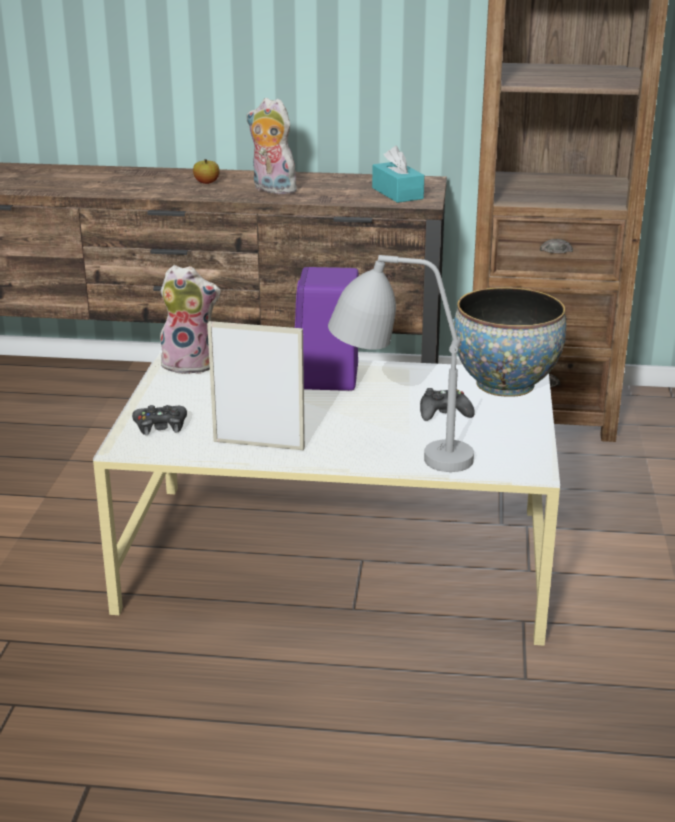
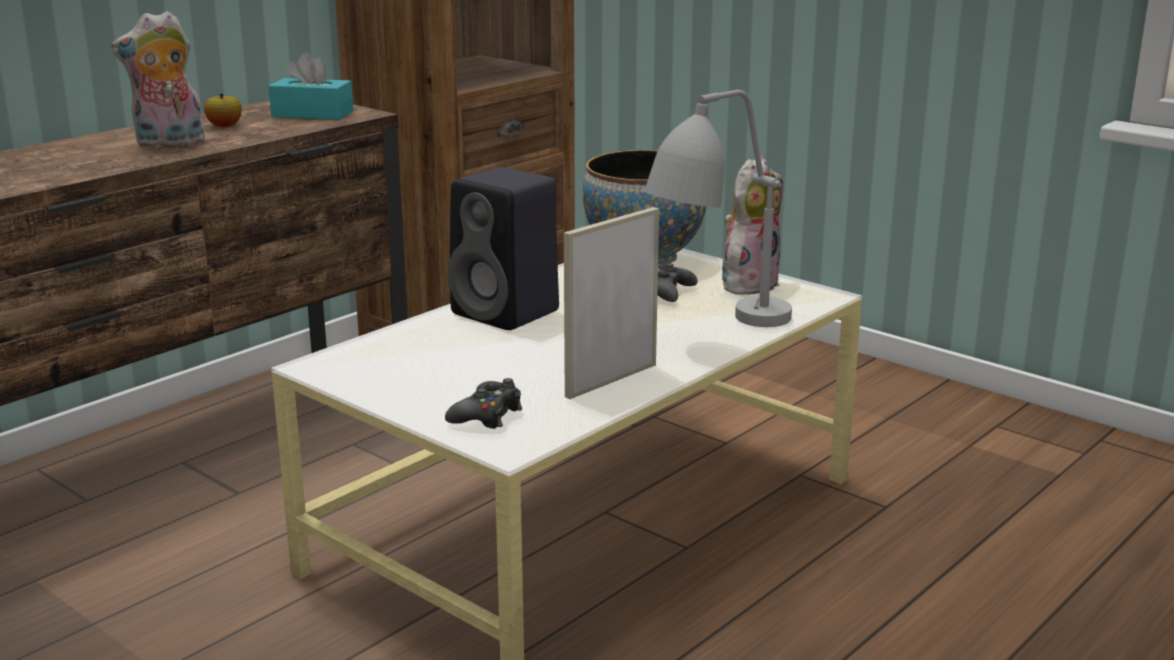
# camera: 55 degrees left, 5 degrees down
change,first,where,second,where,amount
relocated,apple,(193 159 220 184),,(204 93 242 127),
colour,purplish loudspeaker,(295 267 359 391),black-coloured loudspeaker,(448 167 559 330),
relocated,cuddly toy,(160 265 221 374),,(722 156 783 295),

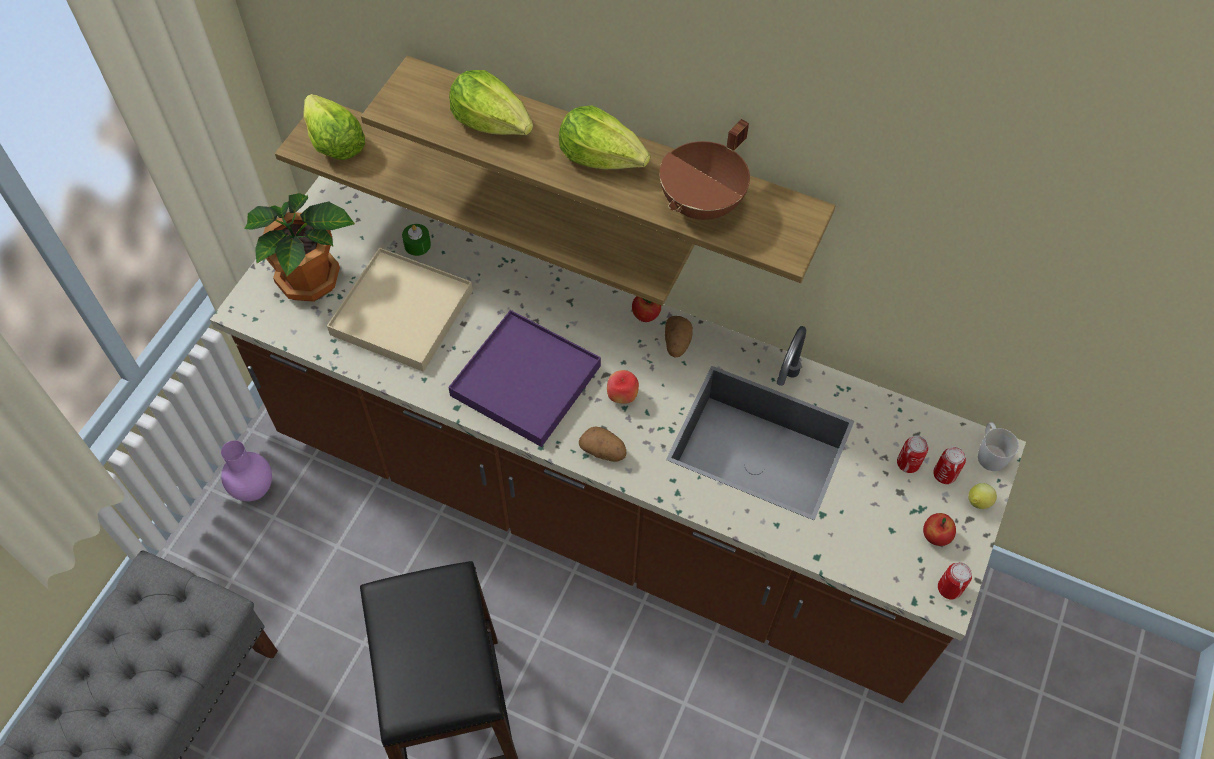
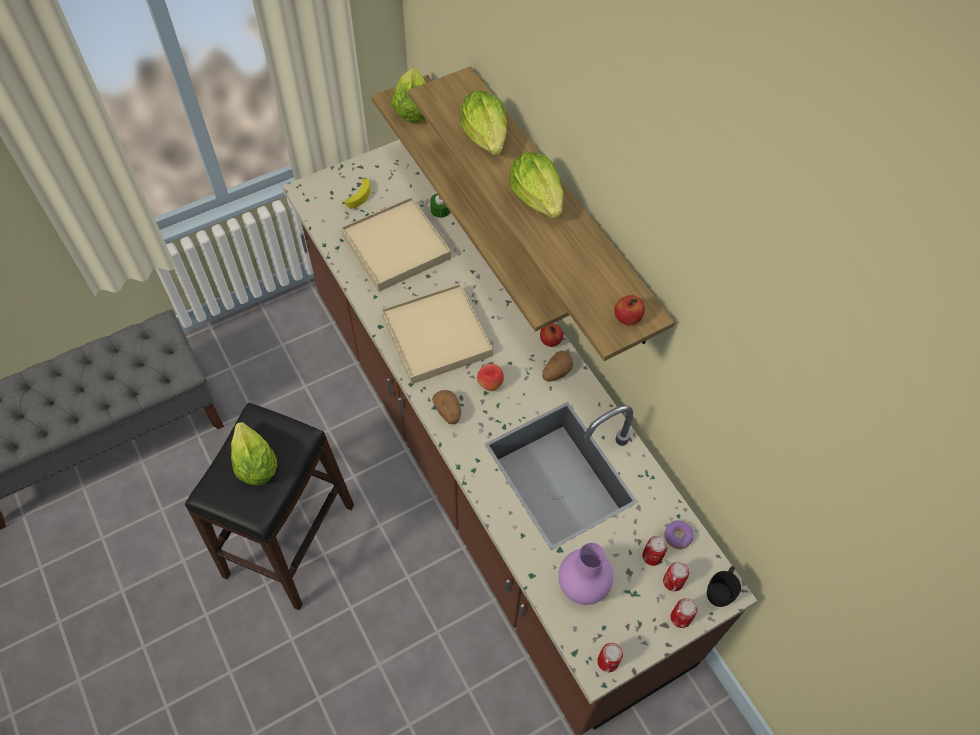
# camera: 35 degrees right, 0 degrees up
change,first,where,second,where,amount
appeared,,,lettuce,(231 422 277 485),
exchanged,houseplant,(244 193 355 302),whole banana,(342 177 370 209),
colour,purplish carrying tray,(448 310 601 447),beige-coloured carrying tray,(381 284 493 384),
relocated,purplish flower vase,(221 440 272 501),,(558 543 613 605),
relocated,apple,(923 513 956 546),,(614 295 645 325),
appeared,,,ring doughnut,(664 521 694 549),
exchanged,lemon,(968 483 997 509),sealed can,(671 598 697 628),
colour,whitish coffee mug,(978 423 1019 471),black-coloured coffee mug,(707 566 741 607),
missing,brown-coloured cooking pot,(659 119 750 220),,,

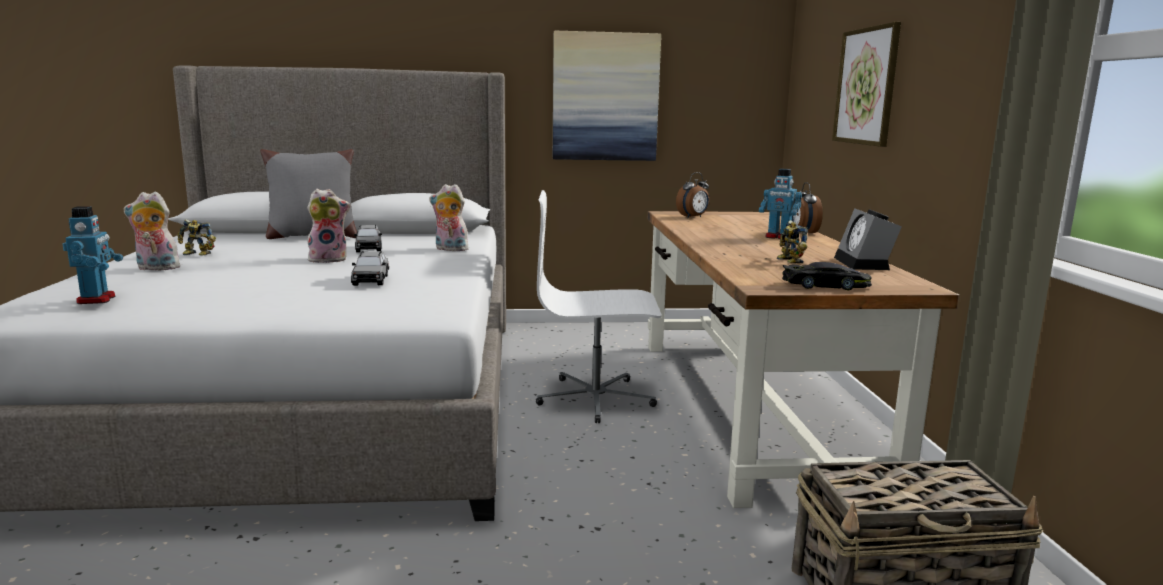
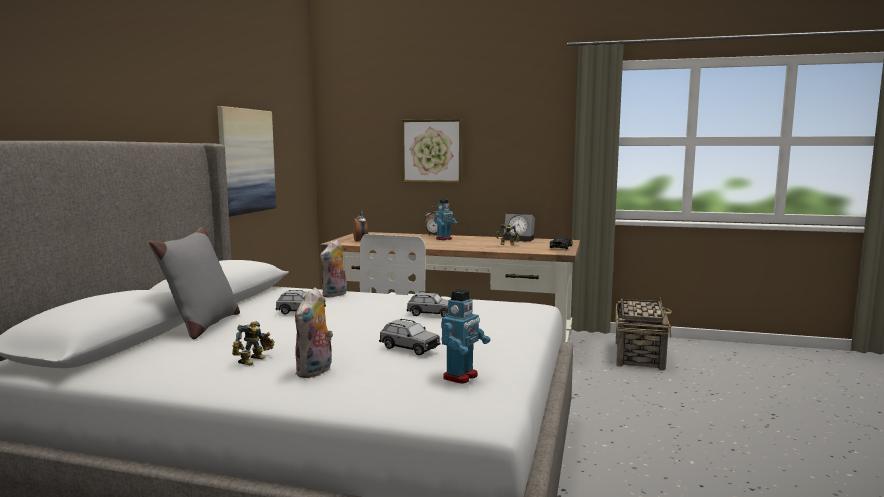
# camera: 70 degrees left, 5 degrees down
change,first,where,second,where,amount
appeared,,,greyish model car,(379 319 441 355),
spun,toy robot,(62 206 123 304),,(441 289 490 384),120 degrees clockwise
missing,cuddly toy,(307 189 351 263),,,

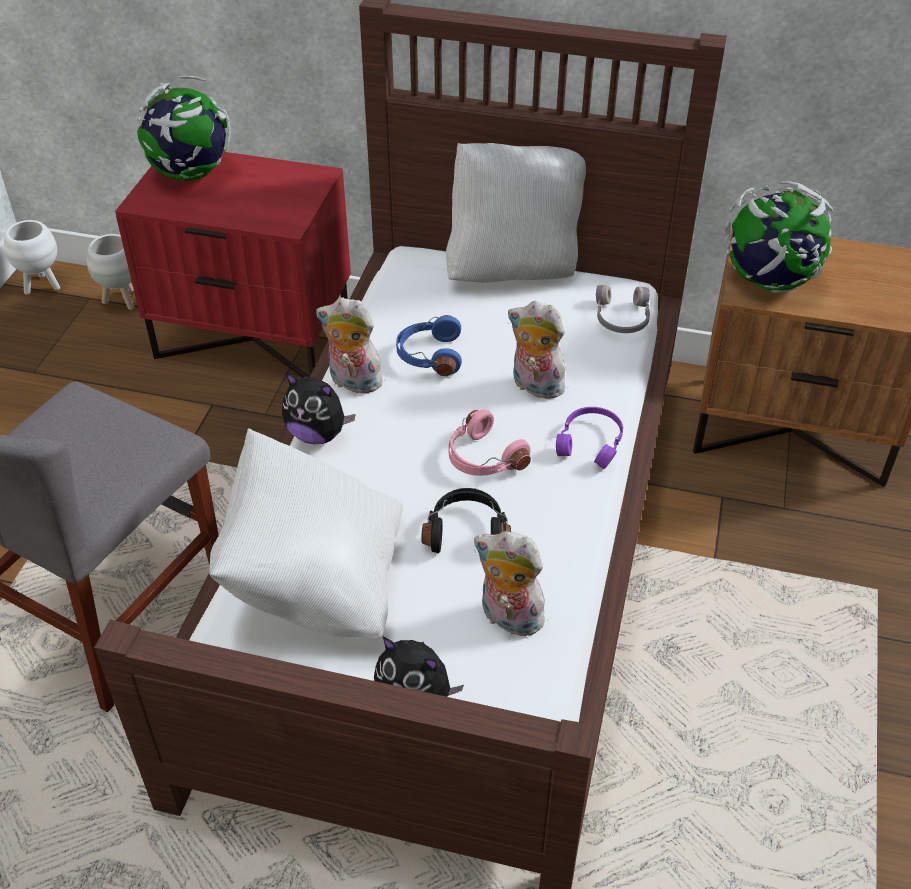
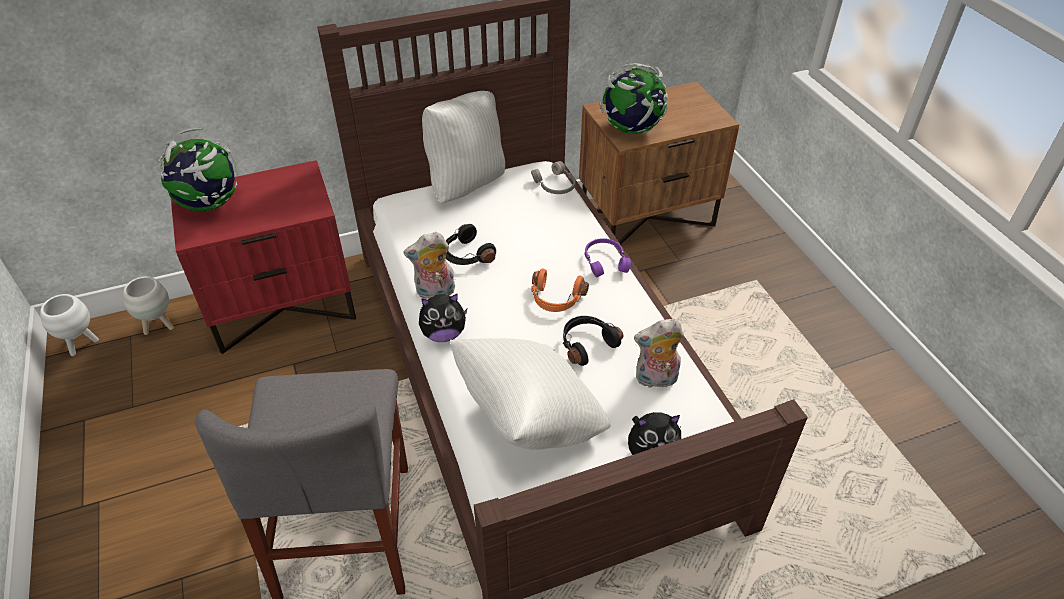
# camera: 35 degrees left, 0 degrees up
change,first,where,second,where,amount
colour,blue headphones,(396 315 462 376),black-coloured headphones,(446 224 496 265),
colour,pink headphones,(449 409 531 476),orange headphones,(531 268 589 312),
missing,cuddly toy,(508 301 565 399),,,

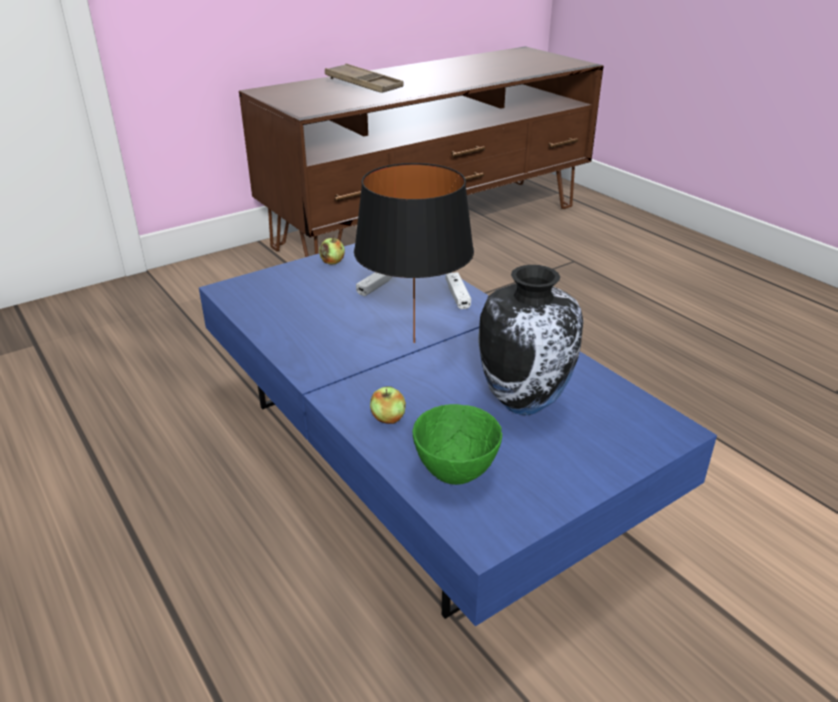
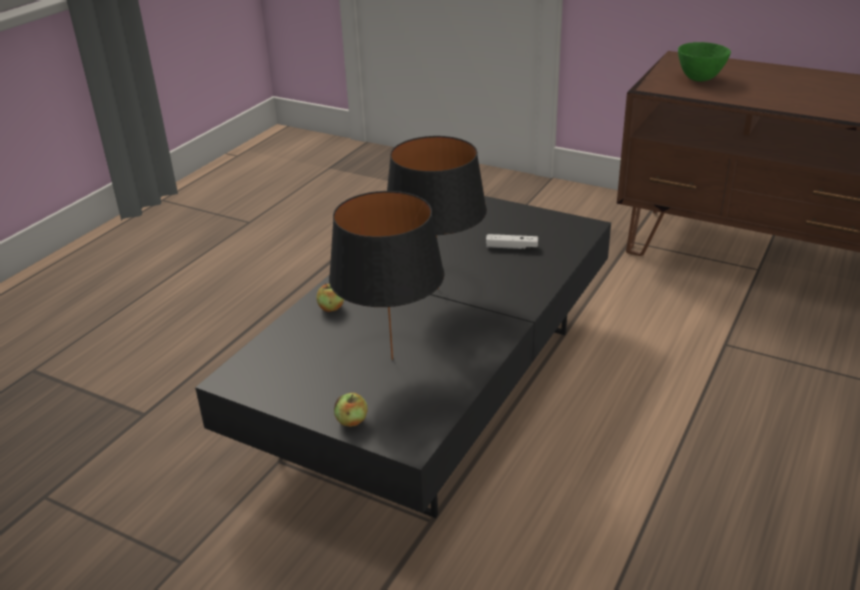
# camera: 65 degrees right, 0 degrees up
change,first,where,second,where,amount
colour,blue low table,(199 243 717 626),black-coloured low table,(195 196 611 518),
exchanged,flower vase,(478 265 583 415),black-coloured table lamp,(329 191 445 360),
relocated,apple,(319 236 345 265),,(334 393 368 427),
relocated,greenish deep dish,(412 404 502 485),,(678 42 731 82),
missing,brown-coloured carrying tray,(325 63 403 93),,,
missing,whitish joypad,(445 272 471 309),,,

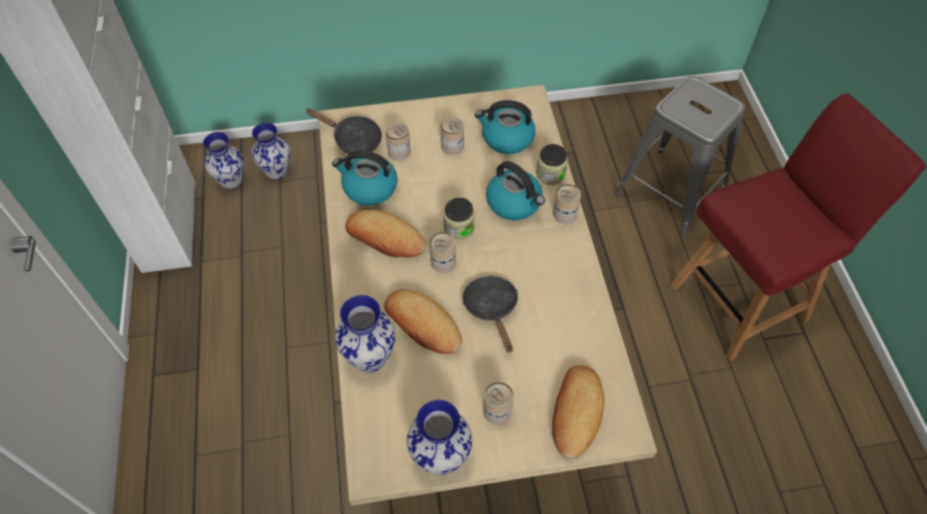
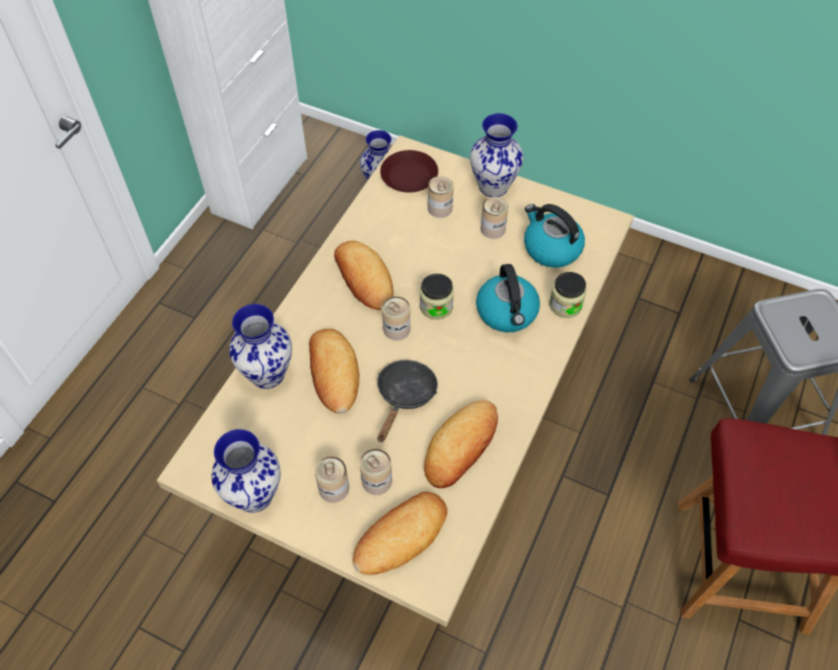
# camera: 35 degrees right, 0 degrees up
change,first,where,second,where,amount
relocated,sealed can,(553 184 581 224),,(360 449 392 495),
exchanged,black-coloured pan,(306 108 382 154),brown-coloured dinner plate,(380 150 438 192),
appeared,,,bread,(424 400 498 488),
relocated,flower vase,(203 132 244 189),,(470 113 523 197),
missing,kettle,(332 150 398 206),,,

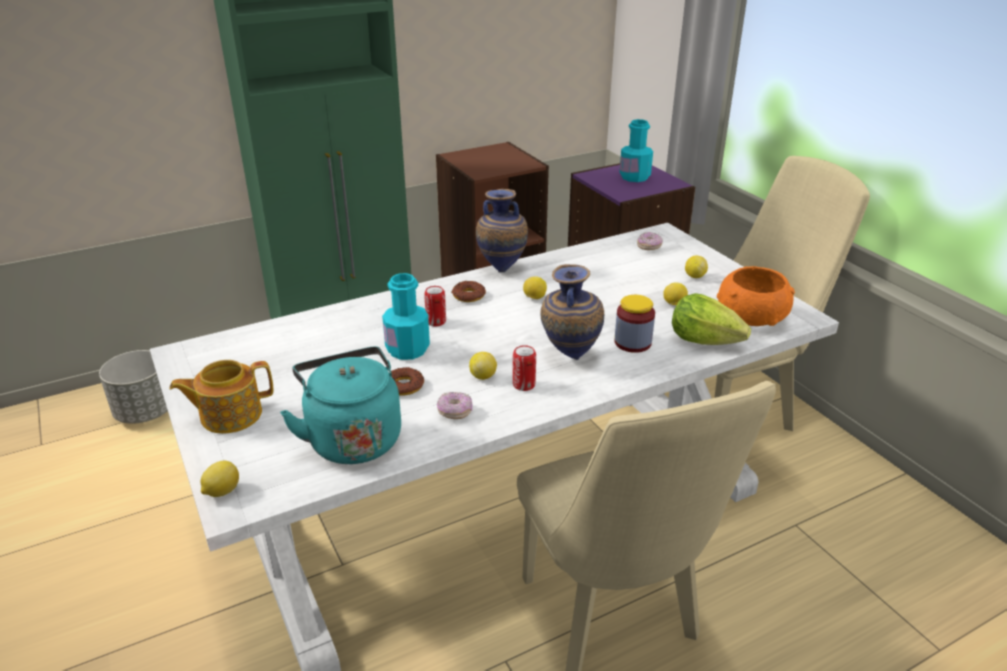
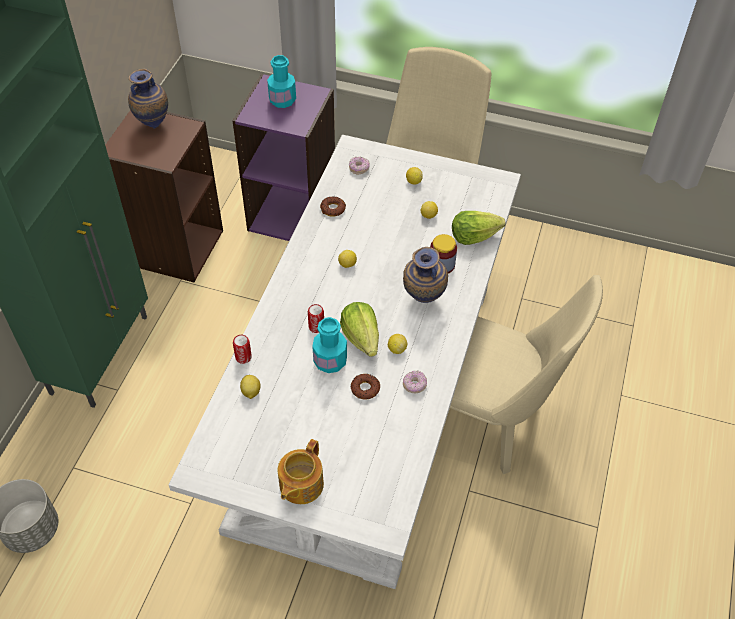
# camera: 45 degrees left, 20 degrees up
change,first,where,second,where,amount
relocated,flower vase,(476 189 528 272),,(128 69 168 129),
relocated,sealed can,(513 345 536 391),,(233 335 252 364),
relocated,lemon,(201 461 239 497),,(240 375 261 399),
relocated,ring doughnut,(451 281 486 302),,(320 196 346 217),
appeared,,,lettuce,(340 302 379 357),
missing,blue-green kettle,(280 347 401 464),,,
missing,orange deep dish,(717 266 795 326),,,

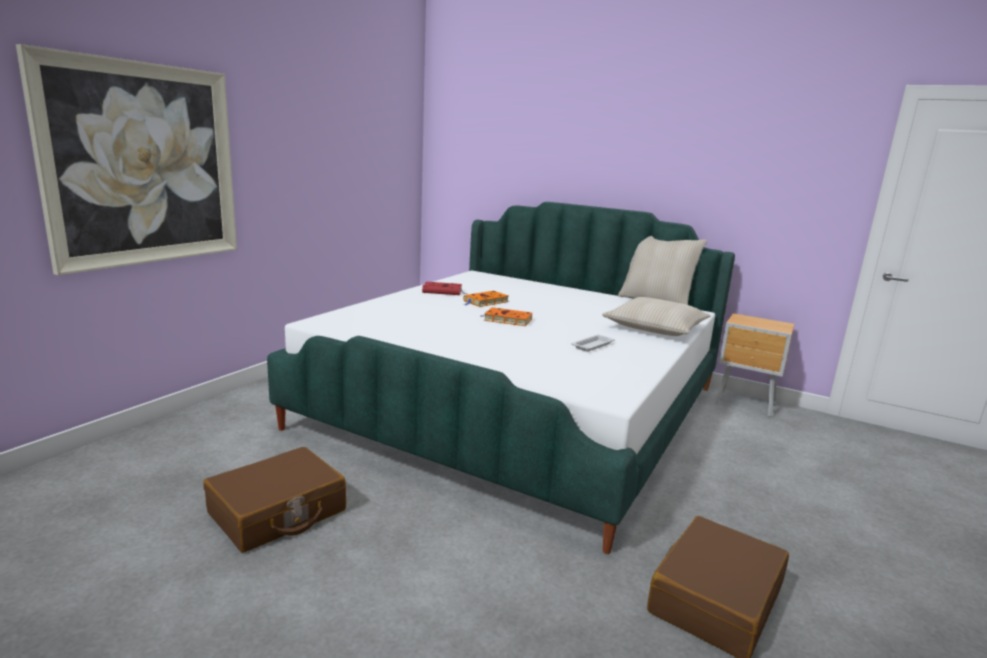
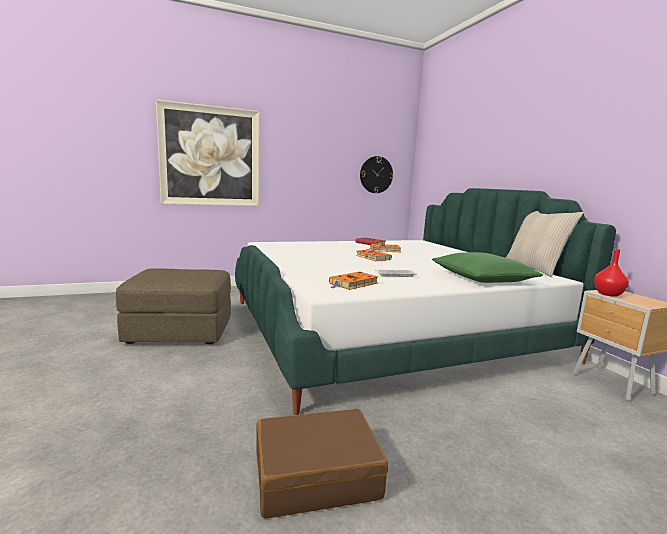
# camera: 40 degrees right, 5 degrees down
change,first,where,second,where,amount
exchanged,brown-coloured travel case,(203 447 346 553),brown-coloured ottoman,(116 268 231 344),
appeared,,,orange book,(329 272 379 290),
appeared,,,wall clock,(360 156 393 193),
colour,beige-coloured throw pillow,(602 297 711 336),greenish throw pillow,(432 252 543 283),
appeared,,,reddish flower vase,(594 249 629 297),

